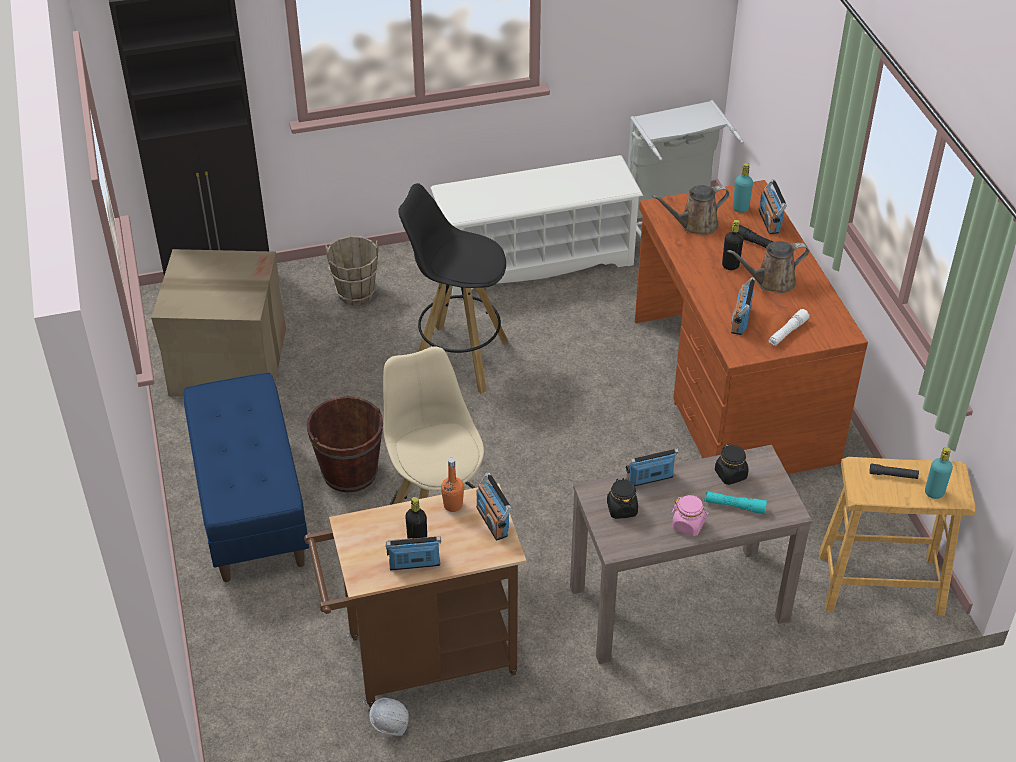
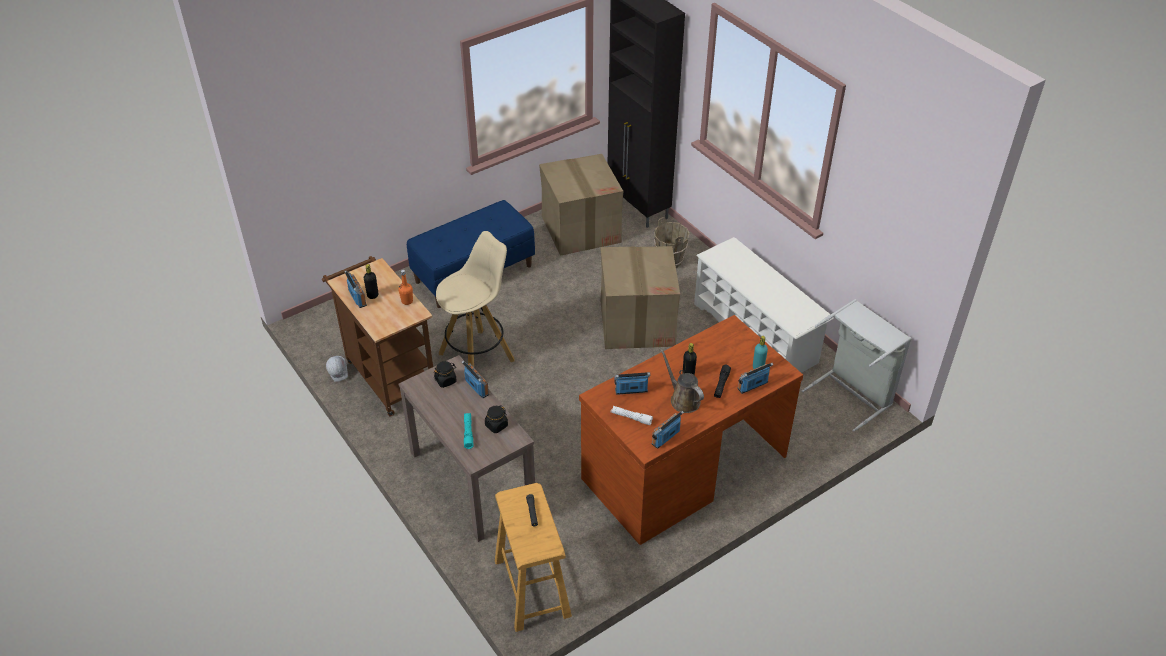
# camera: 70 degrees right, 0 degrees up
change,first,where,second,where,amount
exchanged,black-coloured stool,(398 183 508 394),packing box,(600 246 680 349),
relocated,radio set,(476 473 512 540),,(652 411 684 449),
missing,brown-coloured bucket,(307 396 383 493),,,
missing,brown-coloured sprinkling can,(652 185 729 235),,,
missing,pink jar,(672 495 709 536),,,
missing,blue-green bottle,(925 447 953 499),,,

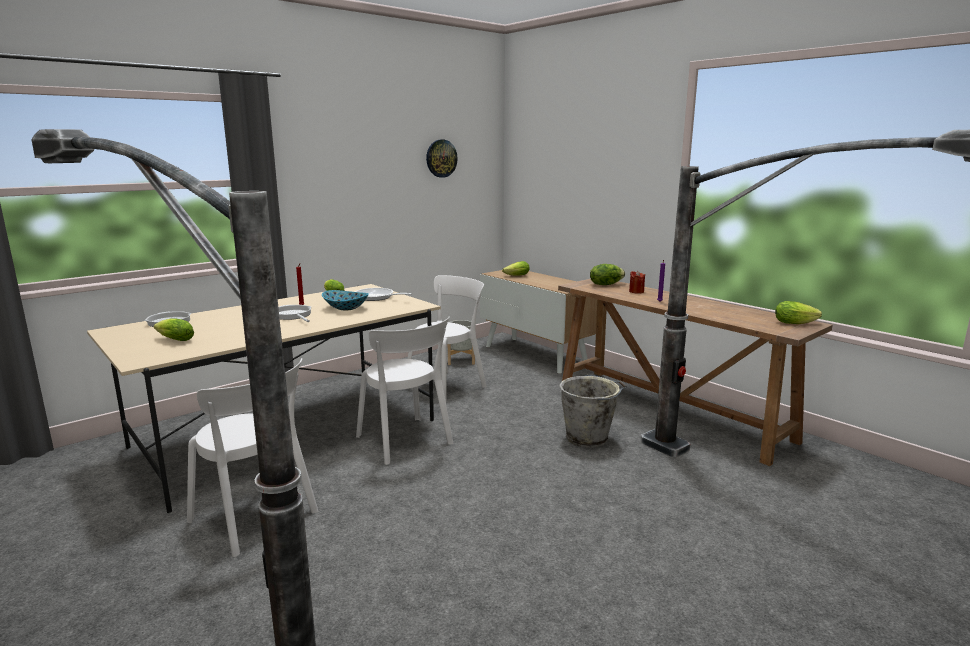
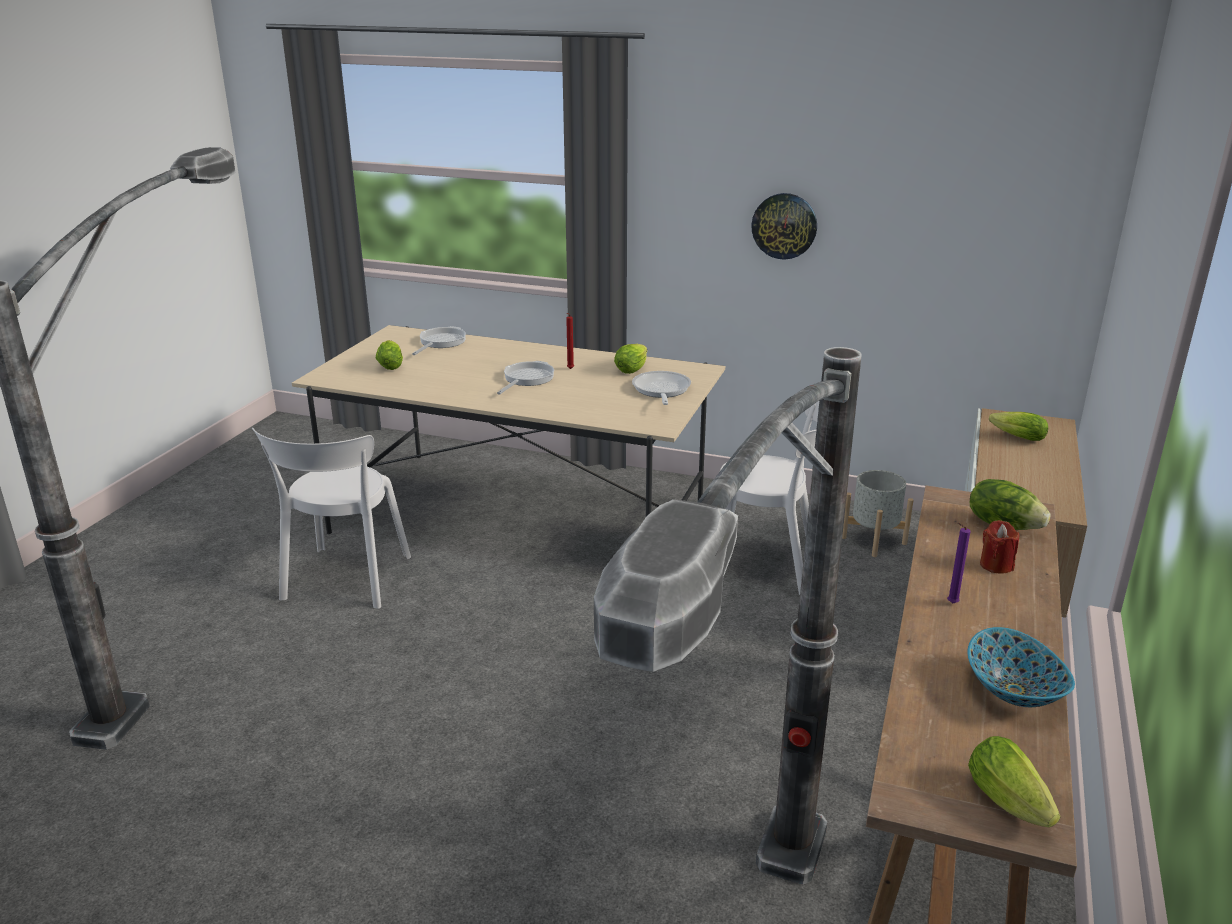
# camera: 60 degrees right, 10 degrees up
change,first,where,second,where,amount
relocated,wall clock,(426 140 458 178),,(751 193 817 260),
relocated,deep dish,(322 290 369 310),,(968 627 1075 707),
missing,whitish plain chair,(356 316 453 465),,,
missing,greyish bucket,(559 375 627 448),,,

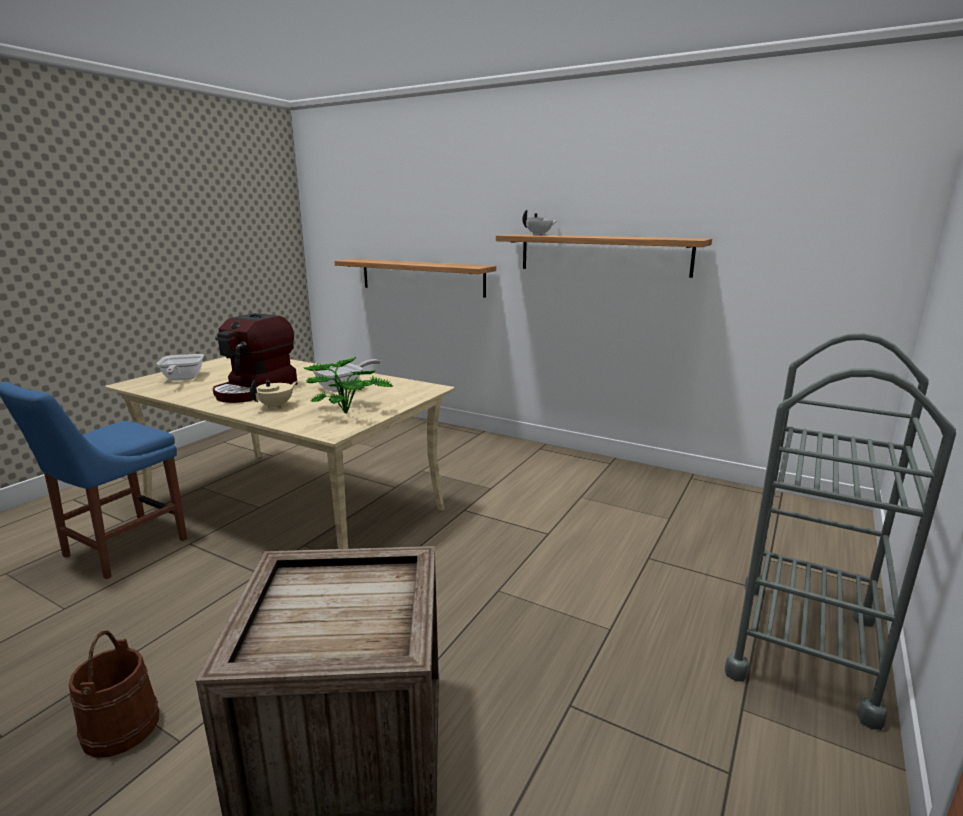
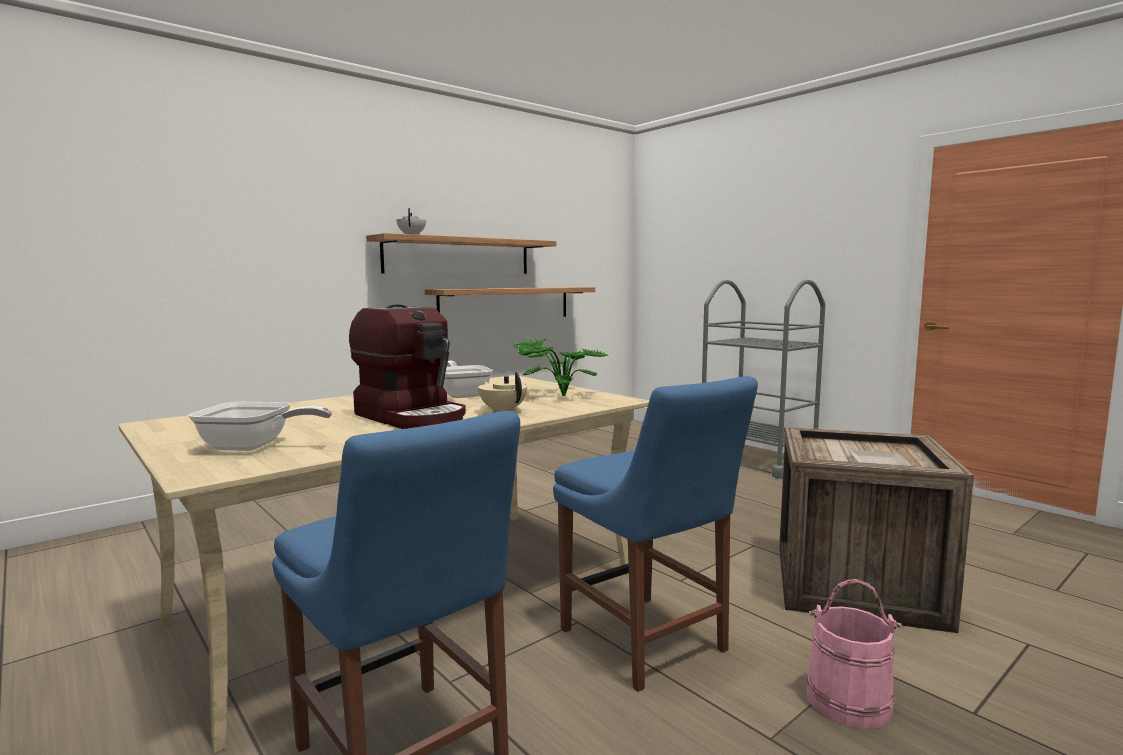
# camera: 70 degrees left, 10 degrees down
change,first,where,second,where,amount
relocated,shelf,(335 259 496 297),,(425 287 595 317),
appeared,,,blue plain chair,(553 376 758 692),
colour,brown-coloured bucket,(69 631 159 758),pink bucket,(806 579 902 729),
appeared,,,dinner plate,(848 450 911 466),

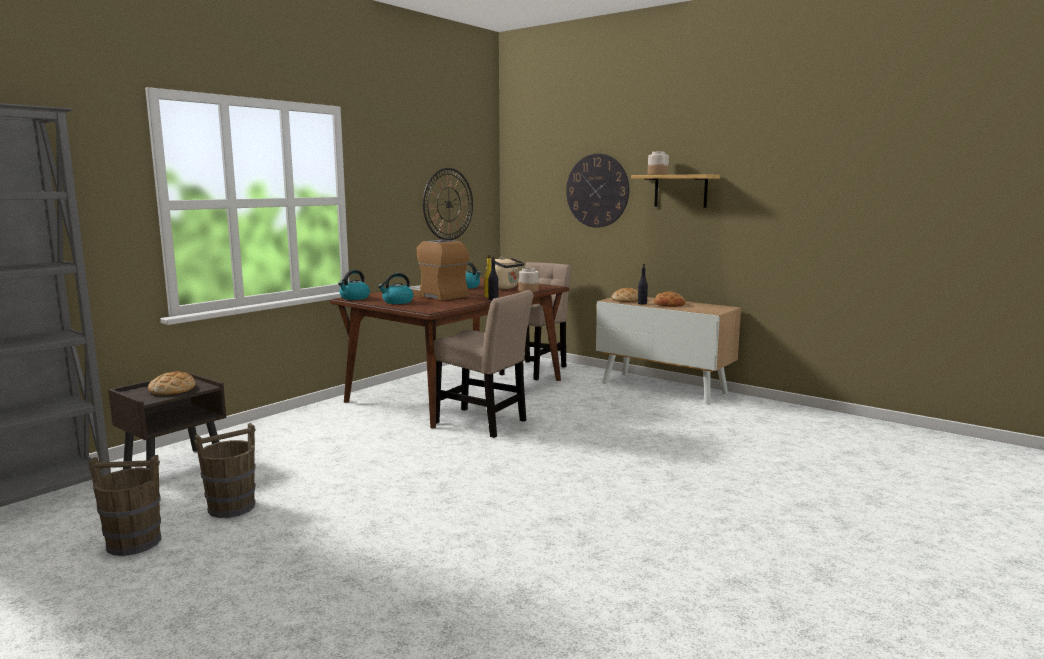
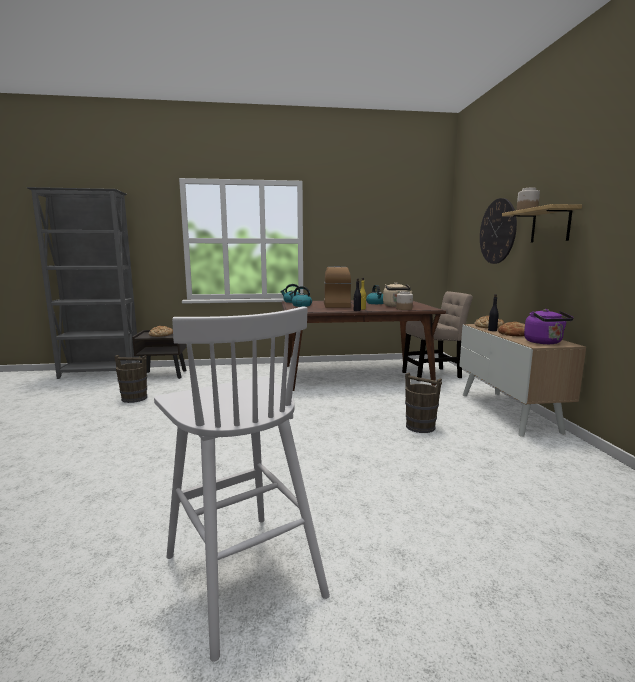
# camera: 45 degrees right, 0 degrees up
change,first,where,second,where,amount
appeared,,,whitish stool,(154 306 330 662),
relocated,brown-coloured bucket,(89 455 161 556),,(405 372 442 433),
appeared,,,purplish kettle,(524 309 574 344),
missing,wall clock,(423 168 473 240),,,
missing,beige-coloured plain chair,(434 290 534 438),,,

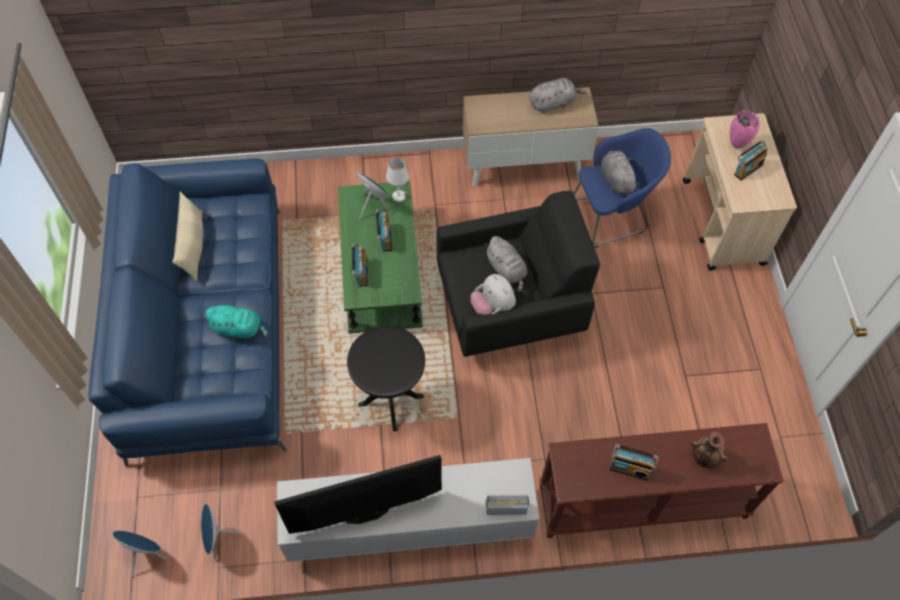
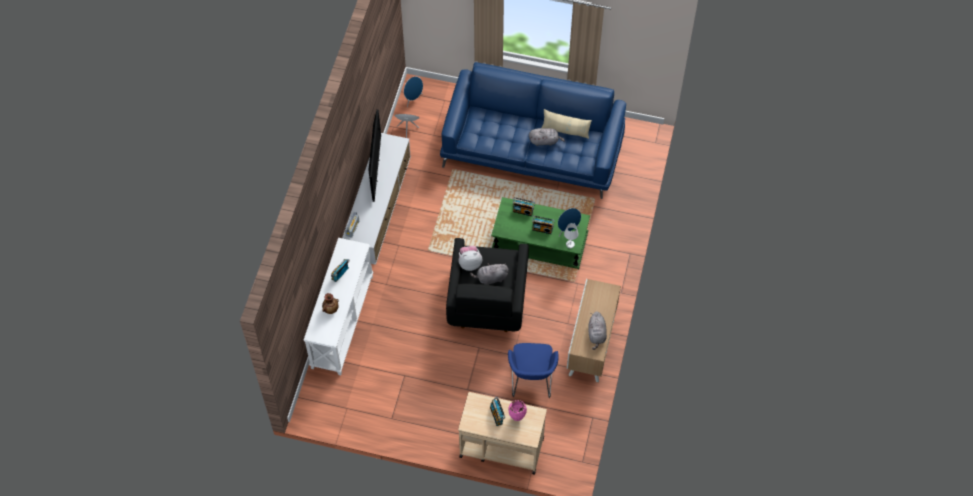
# camera: 110 degrees right, 0 degrees up
change,first,where,second,where,amount
colour,brown-coloured hall table,(539 423 784 538),whitish hall table,(304 238 373 375),
relocated,greyish cuddly toy,(601 151 639 195),,(529 128 565 146),
missing,blue-green cuddly toy,(204 305 268 339),,,
missing,black-coloured accent table,(347 326 425 431),,,

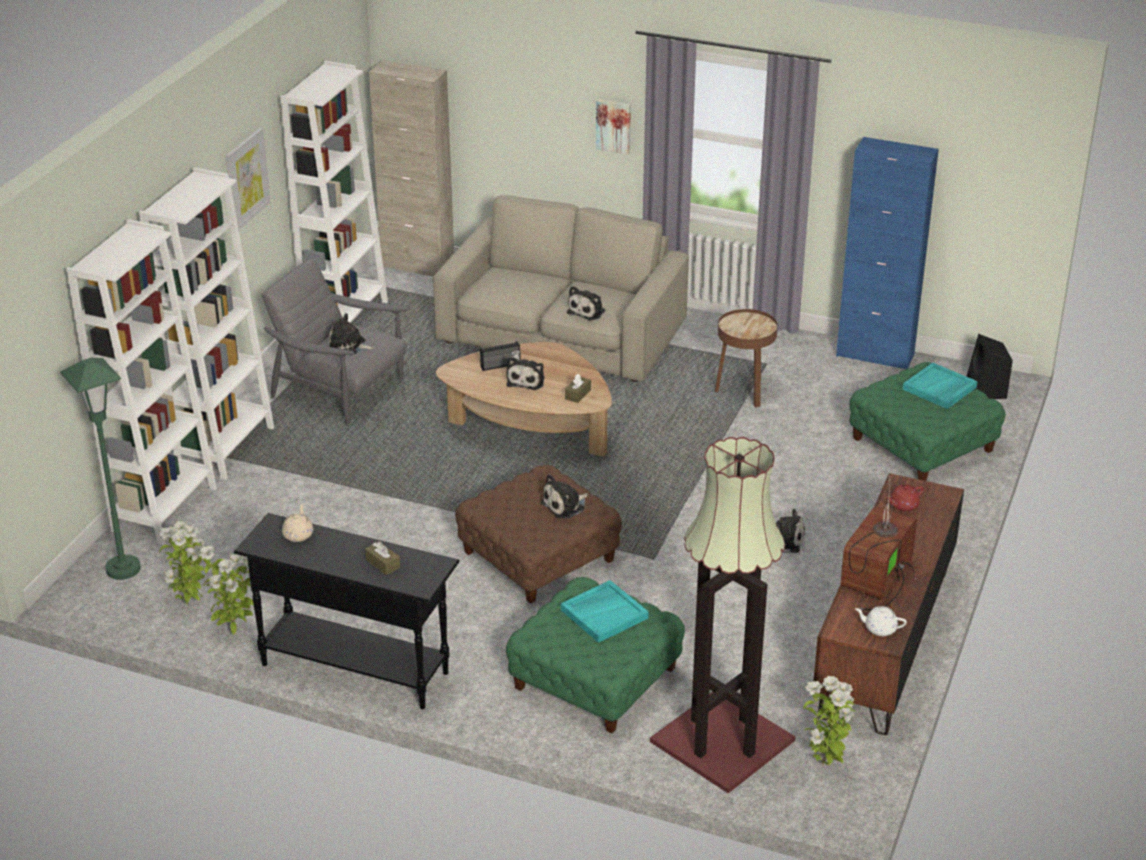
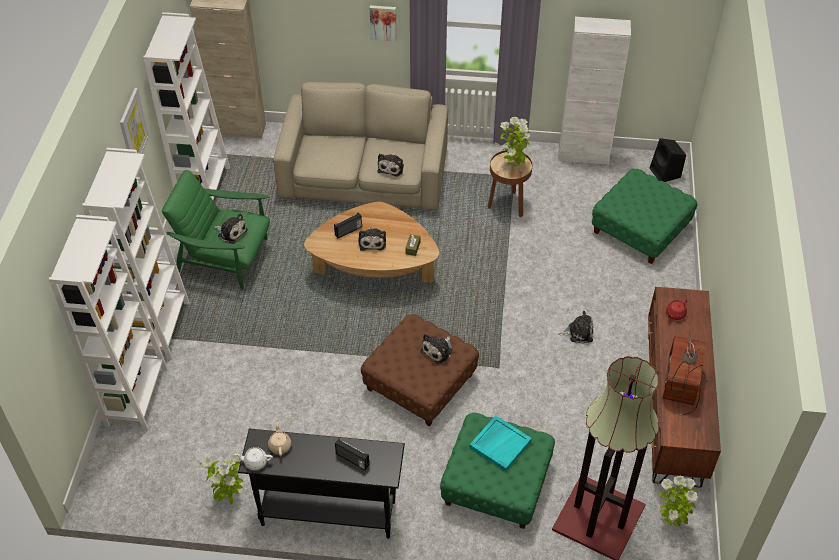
# camera: 15 degrees left, 15 degrees up
change,first,where,second,where,amount
colour,greyish easy chair,(262 259 409 425),greenish easy chair,(162 170 270 290),
spun,cuddly toy,(329 313 375 354),,(214 213 248 244),150 degrees counterclockwise
relocated,whitish teapot,(855 606 907 636),,(234 447 273 470),
exchanged,brown-coloured tissue box,(365 541 400 575),radio set,(335 438 369 470),
relocated,houseplant,(159 521 205 606),,(500 117 530 167),
colour,blue cabinet,(836 137 939 370),whitish cabinet,(558 17 631 165),
missing,greenish standard lamp,(60 358 141 580),,,
missing,blue-green carrying tray,(902 363 978 409),,,

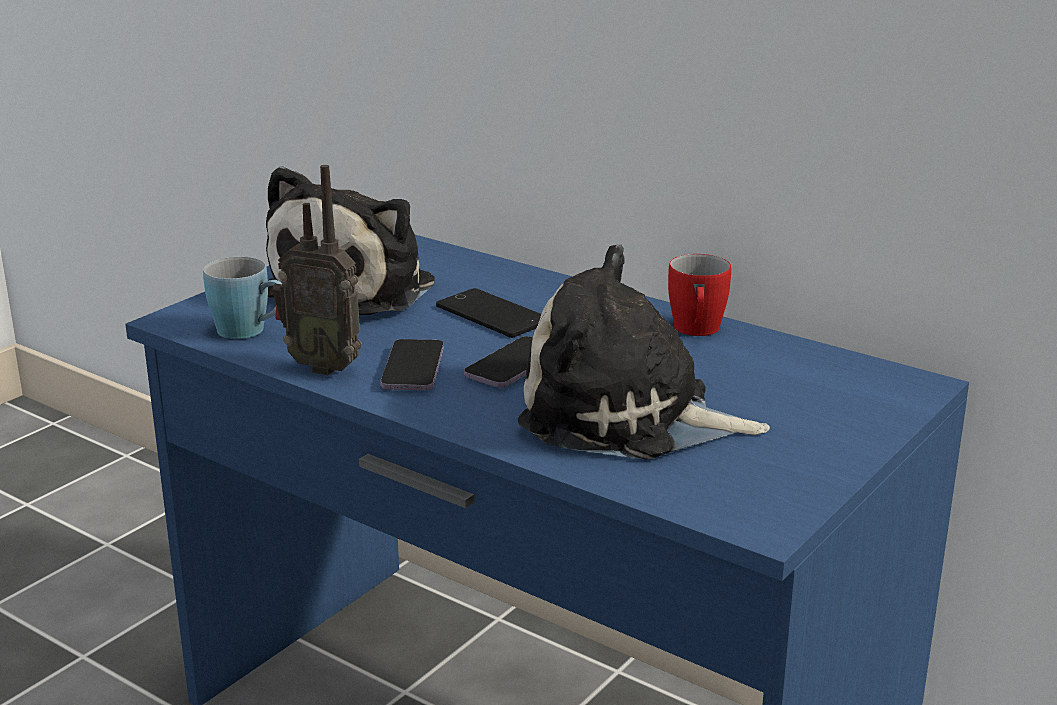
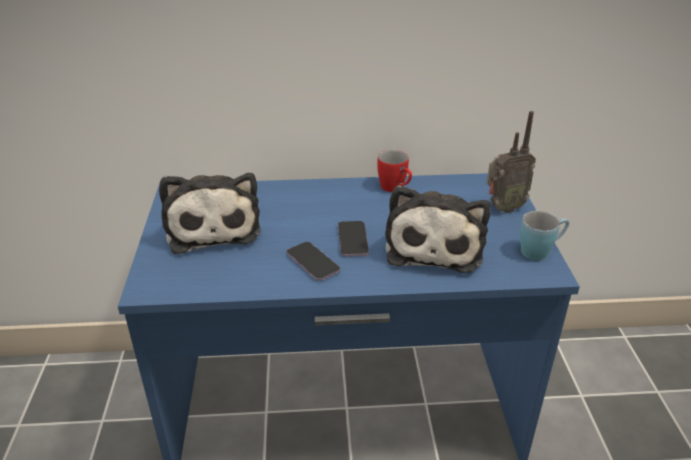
# camera: 40 degrees left, 10 degrees up
change,first,where,second,where,amount
spun,cuddly toy,(518 244 770 459),,(385 185 491 273),60 degrees counterclockwise
relocated,radio set,(272 165 362 376),,(487 111 536 213),
relocated,blue coffee mug,(203 257 282 339),,(520 211 569 260),
missing,phone,(436 288 541 338),,,

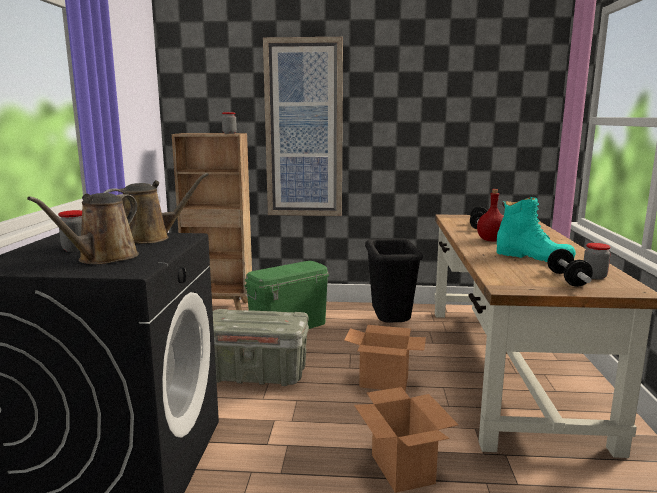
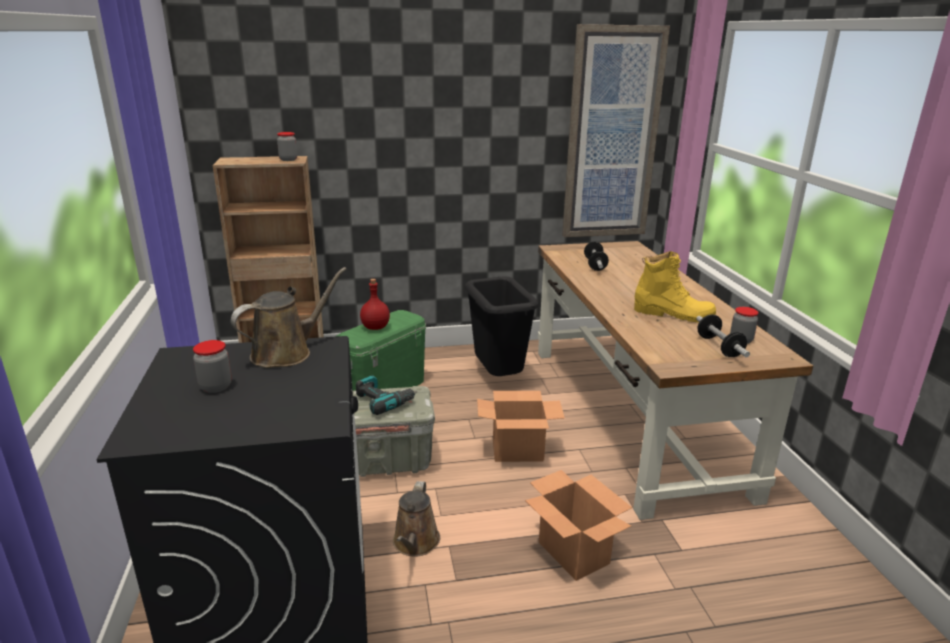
# camera: 15 degrees left, 10 degrees up
change,first,where,second,where,amount
appeared,,,drill,(356 375 417 415),
relocated,reddish bottle,(477 189 504 241),,(360 279 390 330),
relocated,brown-coloured sprinkling can,(27 193 139 264),,(393 481 440 557),
relocated,wall art,(263 37 343 216),,(562 24 670 237),
colour,blue-green tall boot,(497 197 576 262),yellow tall boot,(634 251 716 323),

